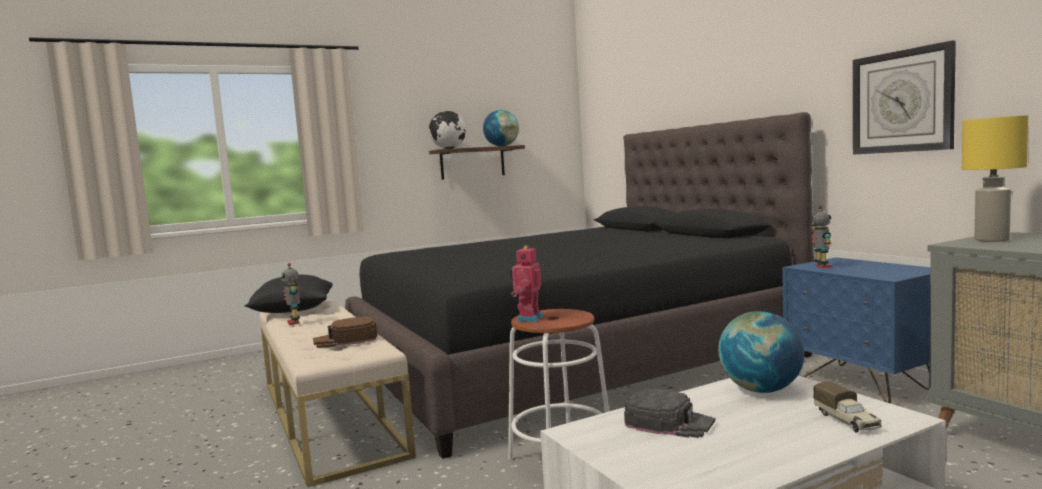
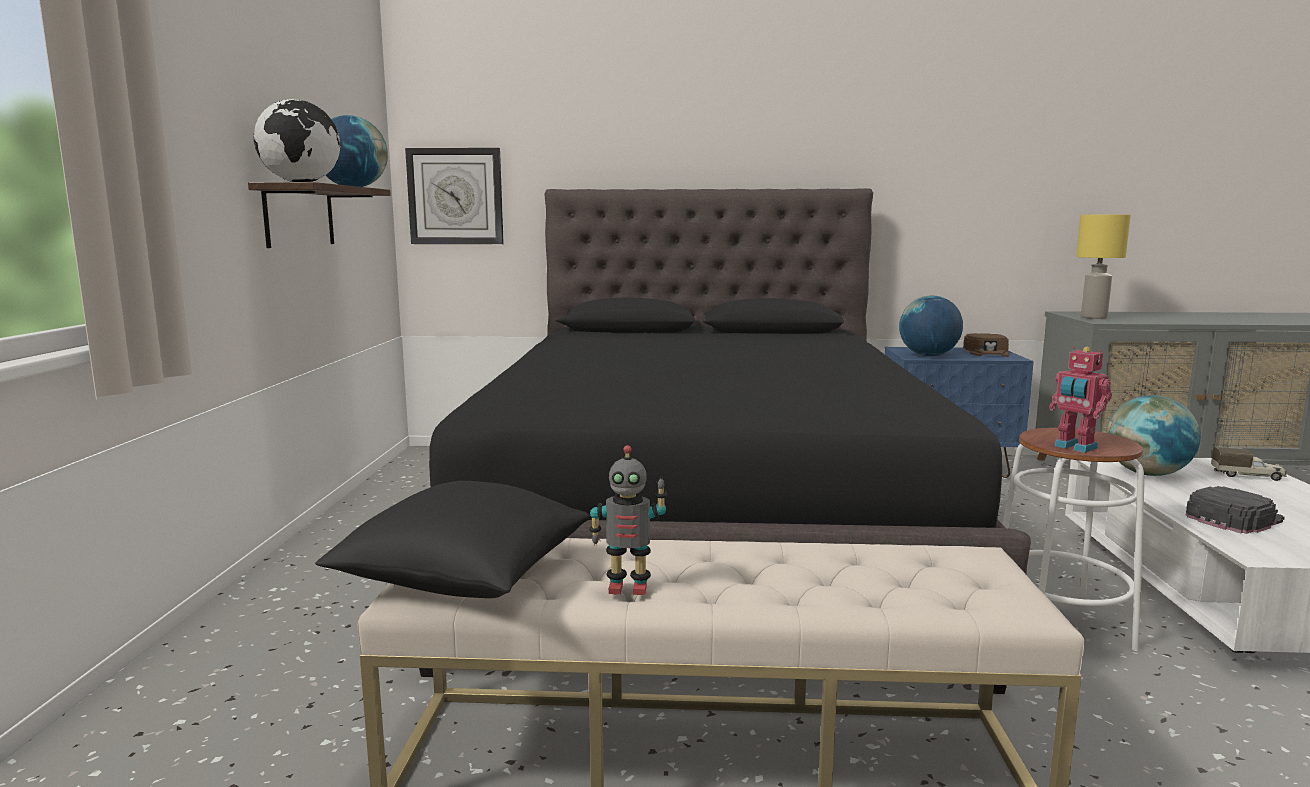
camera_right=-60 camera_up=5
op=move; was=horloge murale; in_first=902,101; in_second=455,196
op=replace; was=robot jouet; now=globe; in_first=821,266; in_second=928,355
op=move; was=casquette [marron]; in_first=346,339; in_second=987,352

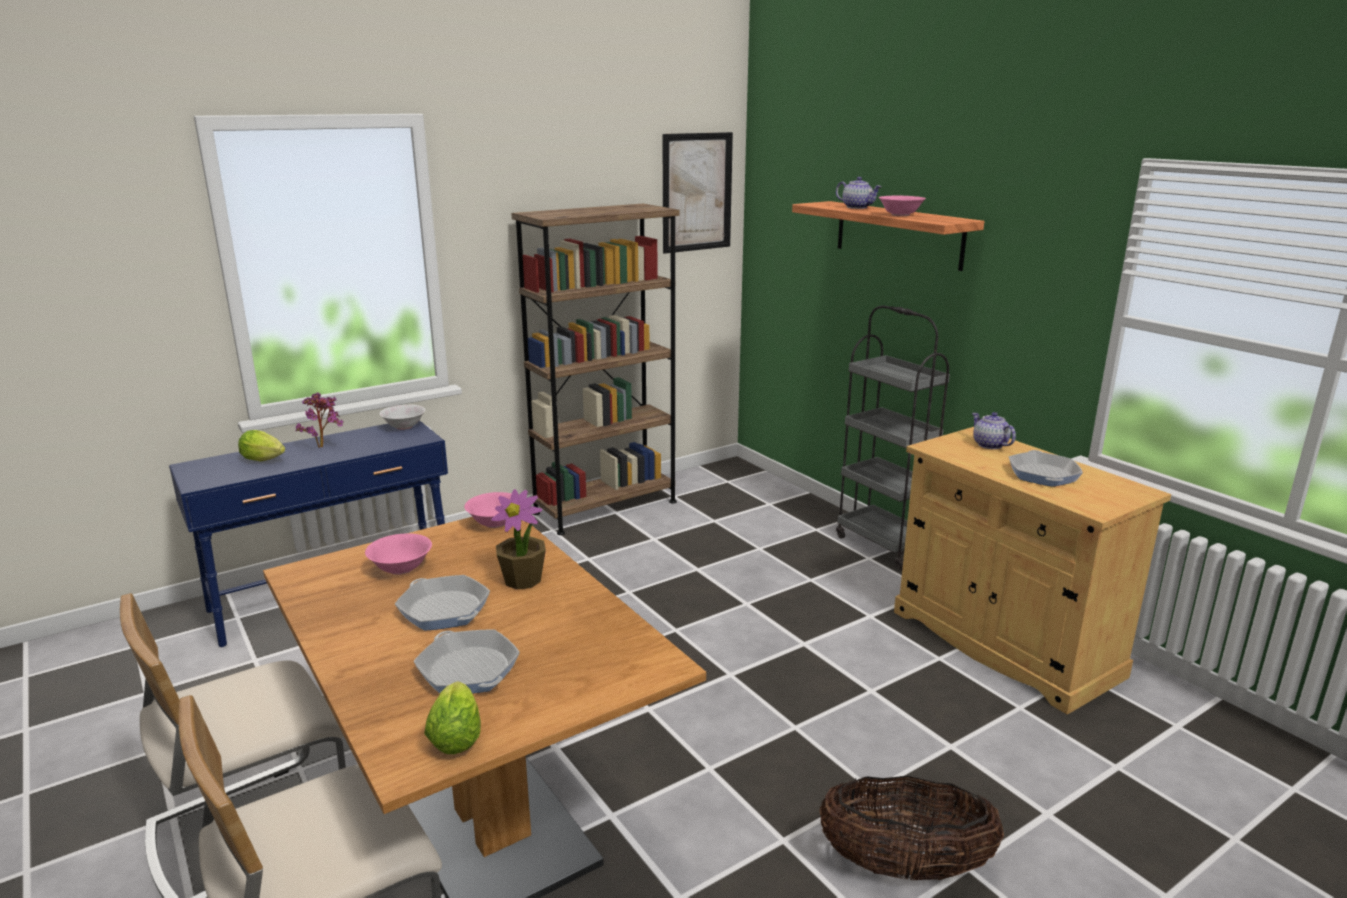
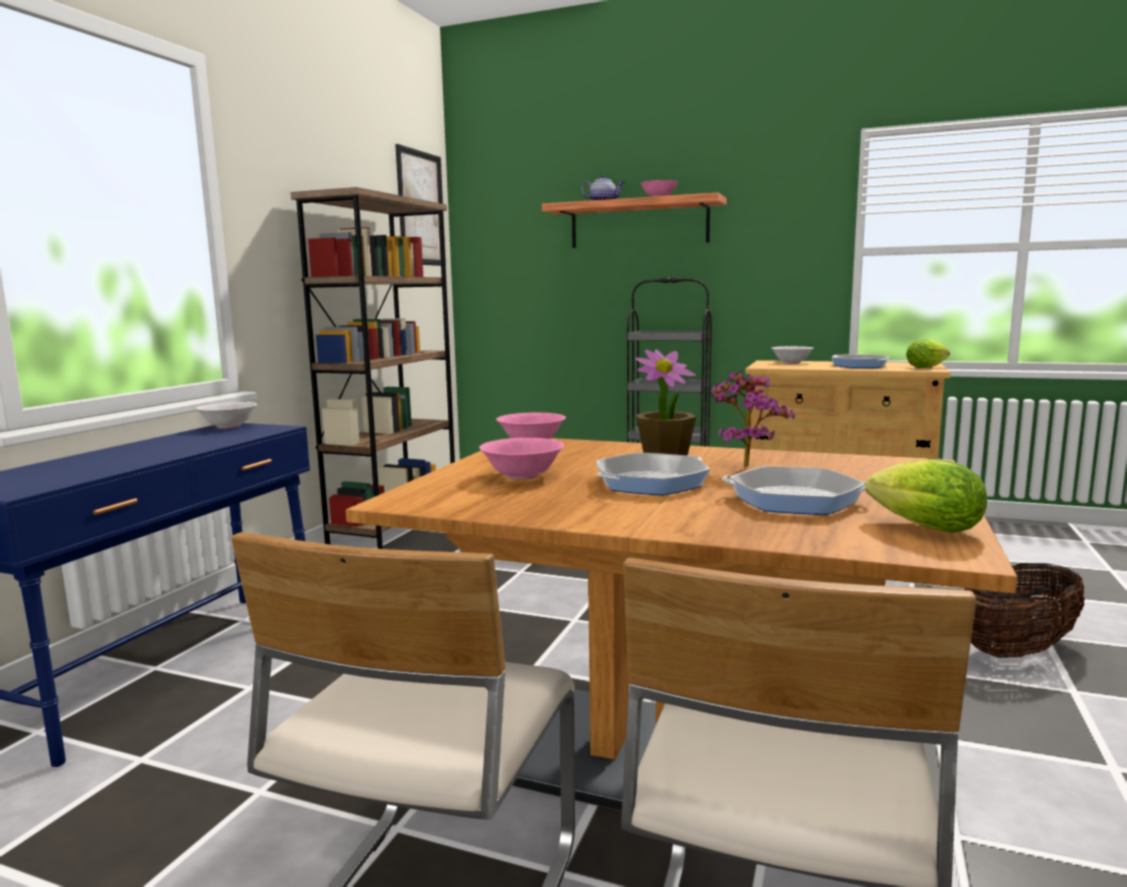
camera_right=-35 camera_up=-10
op=rotate; was=poêle; in_first=444,609; in_second=651,482; clockwise=-45
op=move; was=plante en pot; in_first=324,446; in_second=744,465
op=replace; was=théière; now=bol [blanc]; in_first=989,445; in_second=791,363
op=move; was=laitue; in_first=265,460; in_second=928,367

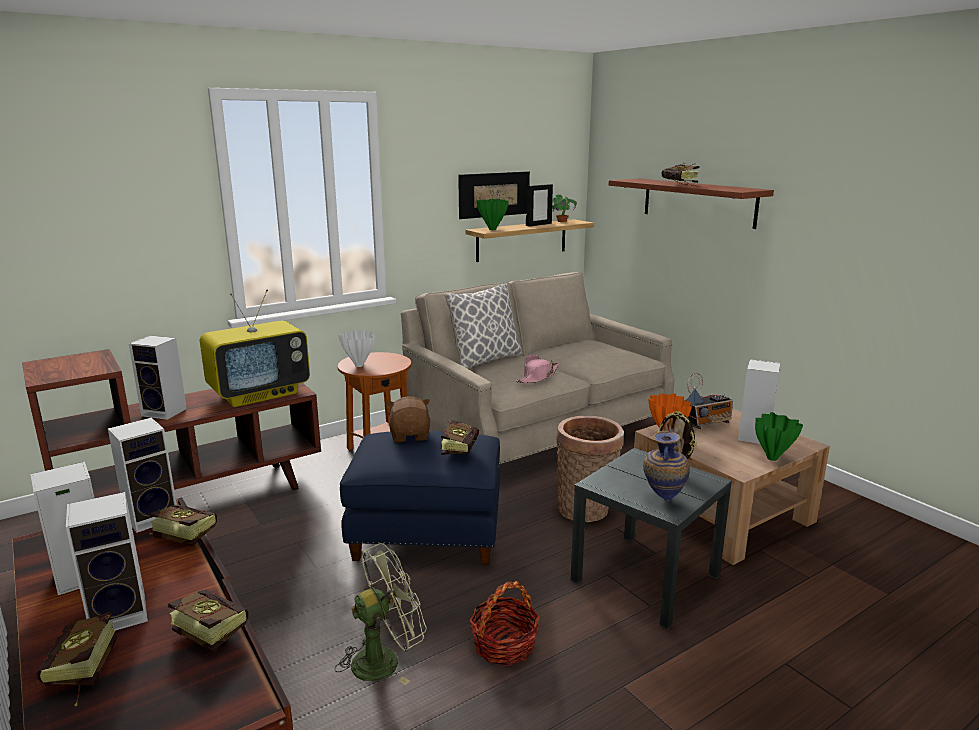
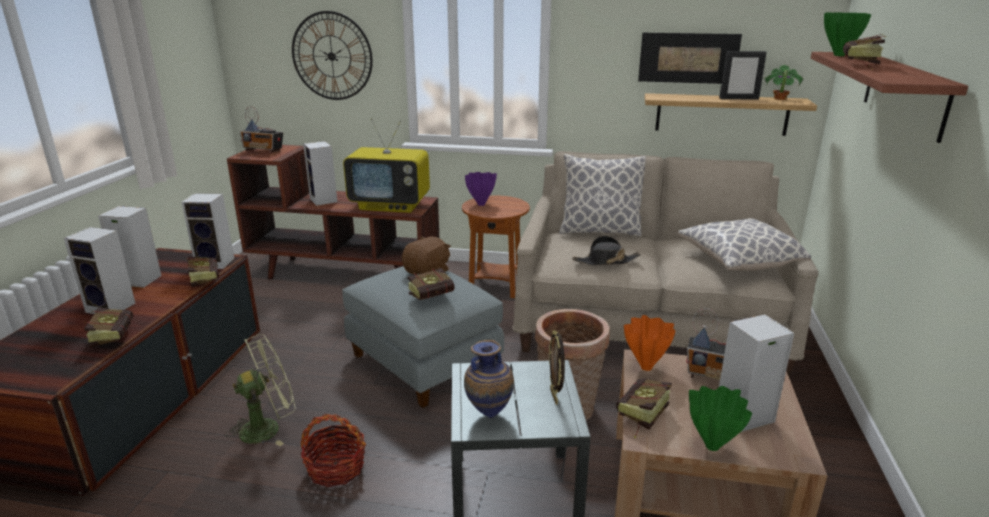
camera_right=45 camera_up=5
op=rotate; was=ventilateur [vert]; in_first=384,659; in_second=268,427; clockwise=-45
op=insert; now=radio; in_second=263,151
op=insert; now=horloge murale; in_second=332,56
op=recolor; was=pouf [bleu]; now=pouf [gris]; in_first=426,534; in_second=422,363
op=recolor; was=vase [blanc]; now=vase [violet]; in_first=358,366; in_second=480,204
op=recolor; was=chapeau [rose]; now=chapeau [noir]; in_first=537,377; in_second=605,261
op=move; was=livre; in_first=79,675; in_second=640,417
op=insert; now=coussin; in_second=738,262
op=move; was=vase [vert]; in_first=492,229; in_second=838,55

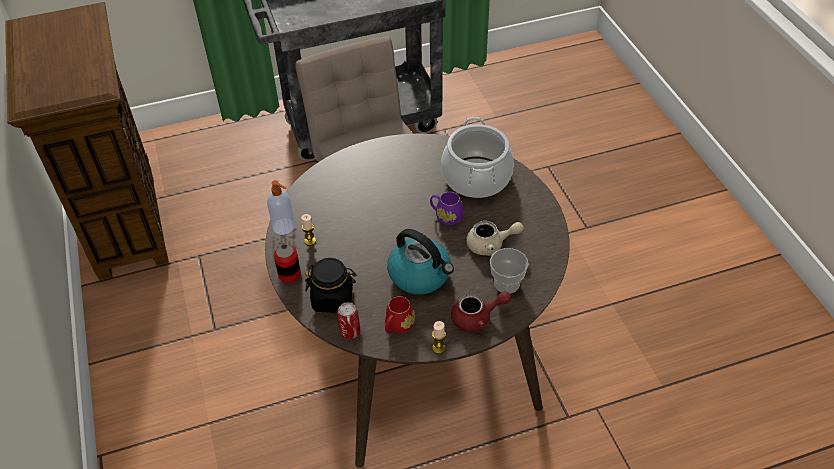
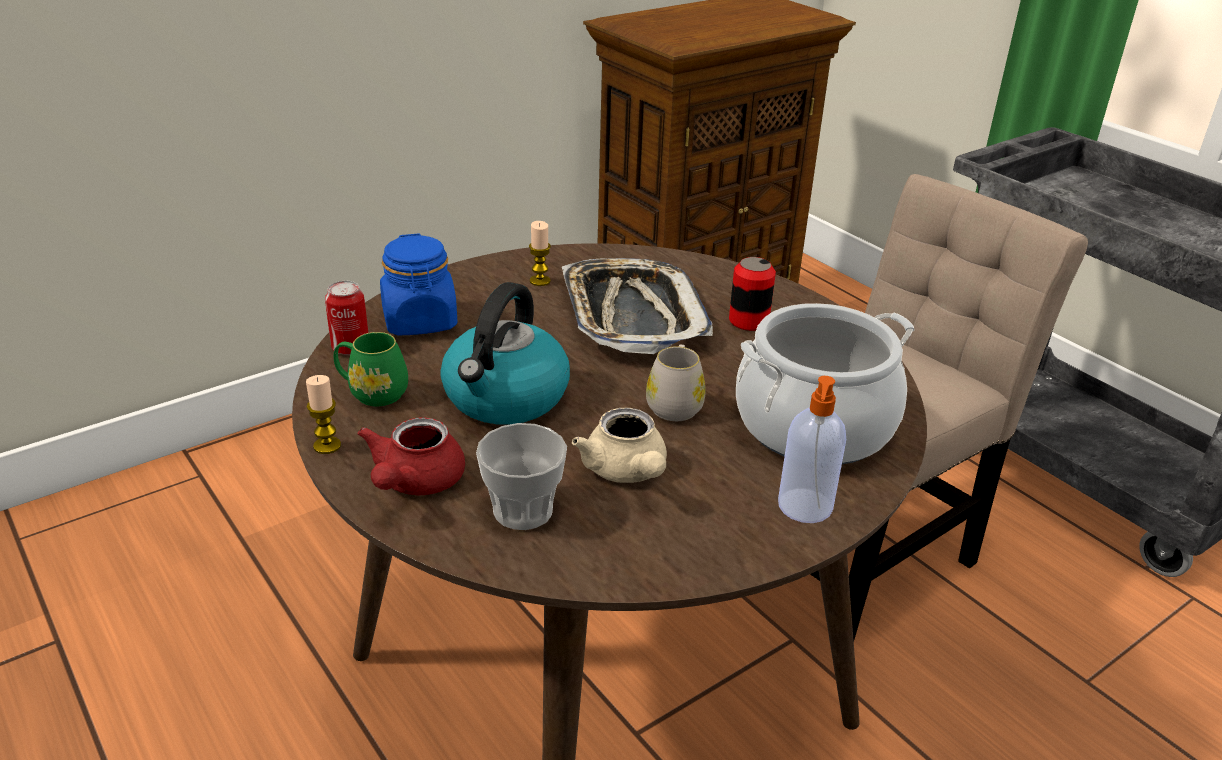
camera_right=70 camera_up=-15
op=recolor; was=mug [rouge]; now=mug [vert]; in_first=397,326; in_second=372,392
op=rotate; was=théière [rouge]; in_first=477,318; in_second=414,483; clockwise=45
op=recolor; was=bocal [noir]; now=bocal [bleu]; in_first=333,298; in_second=420,321
op=insert; now=plateau; in_second=632,315
op=recolor; was=mug [violet]; now=mug [blanc]; in_first=446,216; in_second=675,404
op=move; was=boîte métallique; in_first=289,274; in_second=748,321
op=move; was=distributeur de savon; in_first=284,227; in_second=804,507

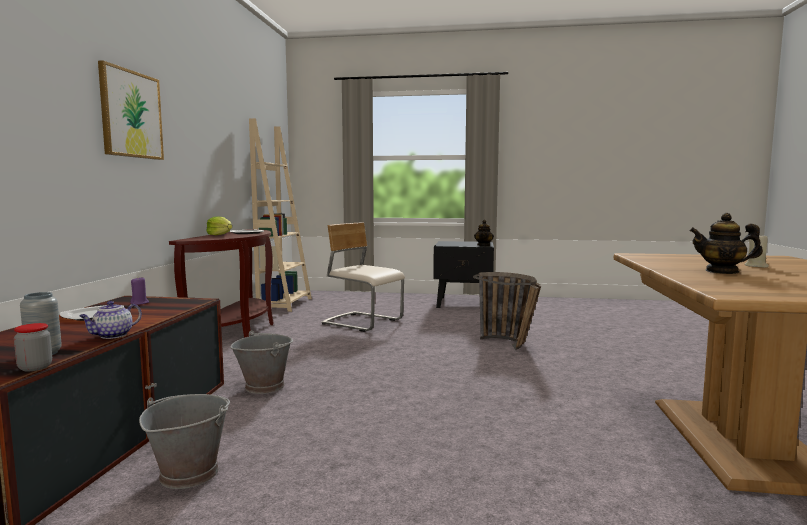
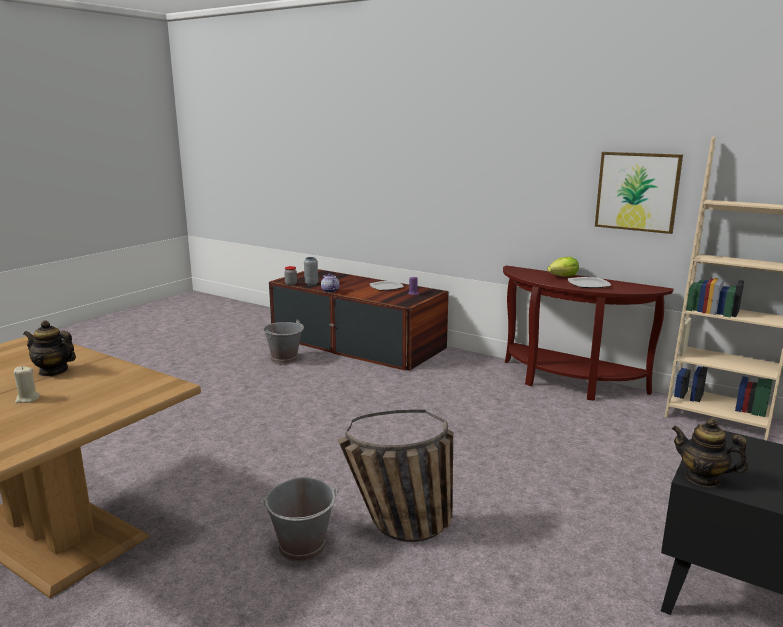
camera_right=115 camera_up=10
op=rotate; was=théière; in_first=722,271; in_second=53,371; clockwise=-120
op=move; was=seau [gris]; in_first=264,386; in_second=303,547
op=move; was=tableau; in_first=131,114; in_second=637,191
op=delete; was=chaise [beige]; in_first=363,322

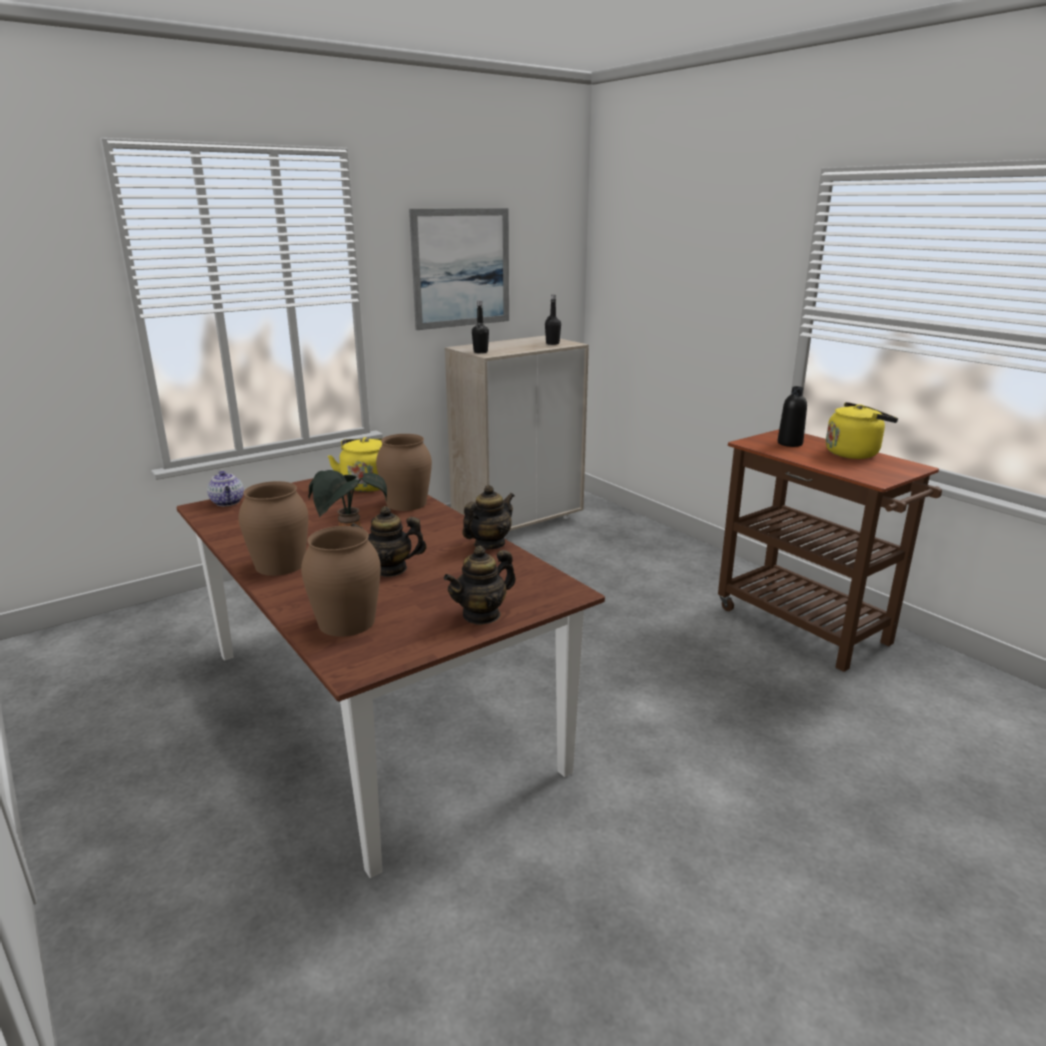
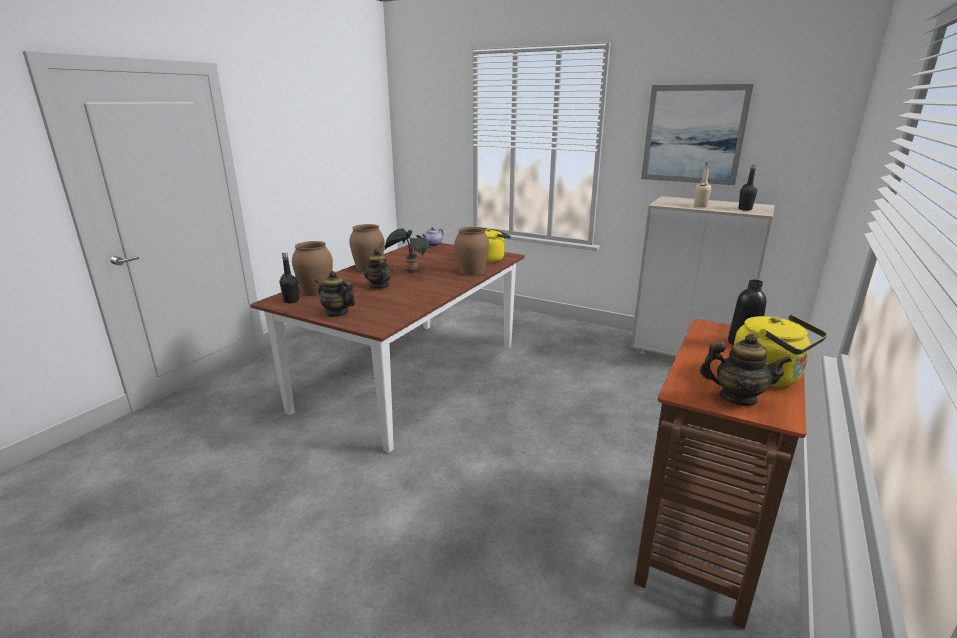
camera_right=65 camera_up=0
op=move; was=bouteille [noir]; in_first=480,352; in_second=291,301
op=insert; now=bouteille [beige]; in_second=700,206
op=move; was=théière; in_first=489,544; in_second=737,398

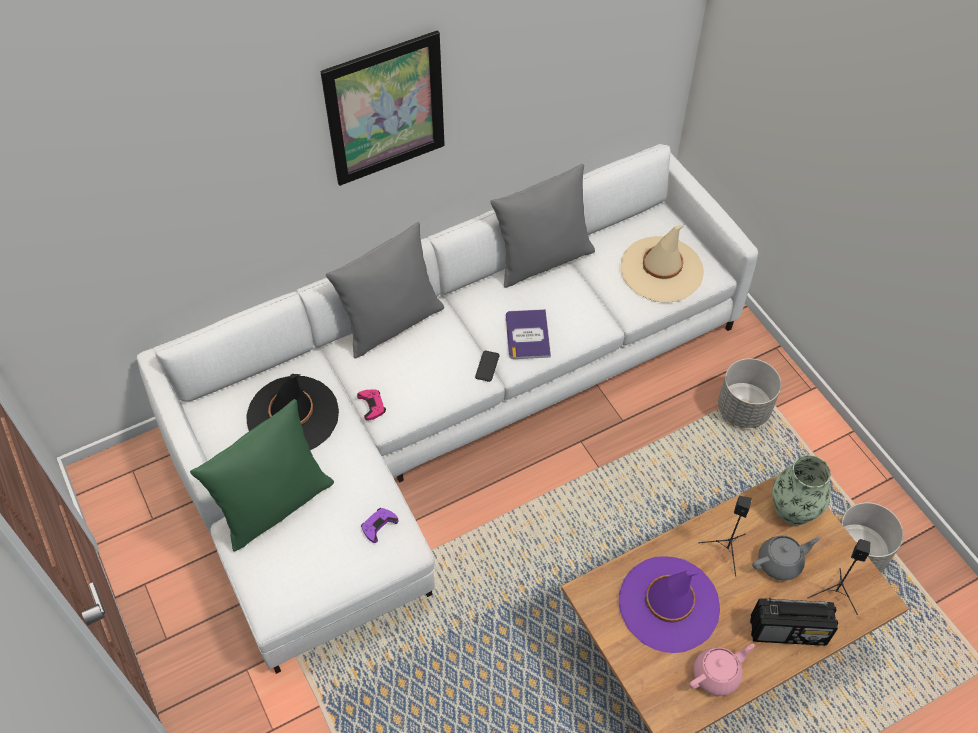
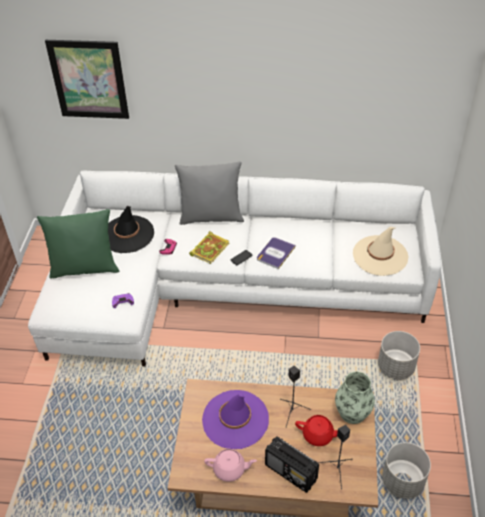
camera_right=35 camera_up=-10
op=move; was=tableau; in_first=385,109; in_second=89,79
op=insert; now=livre; in_second=210,248
op=recolor; was=théière [gris]; now=théière [rouge]; in_first=780,562; in_second=318,435
op=delete; was=coussin [gris]; in_first=542,260

